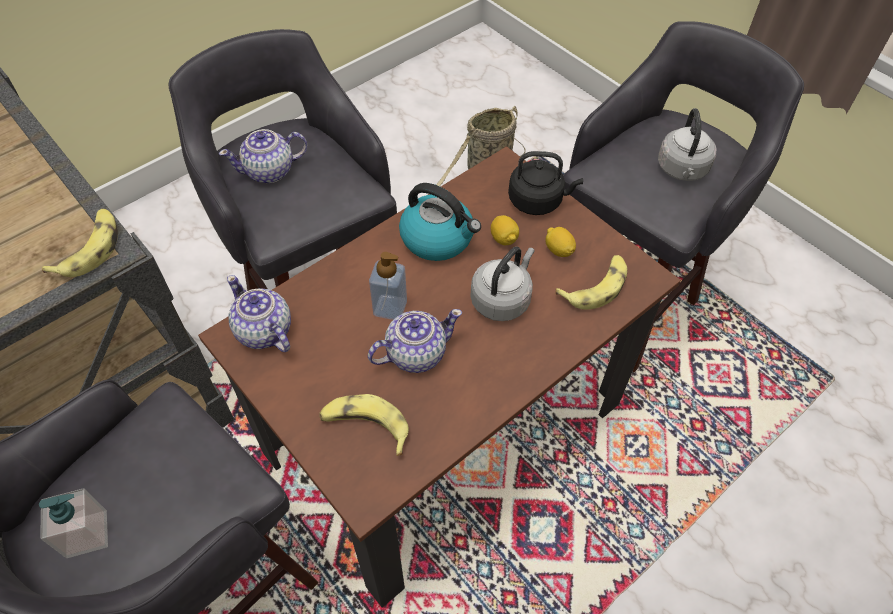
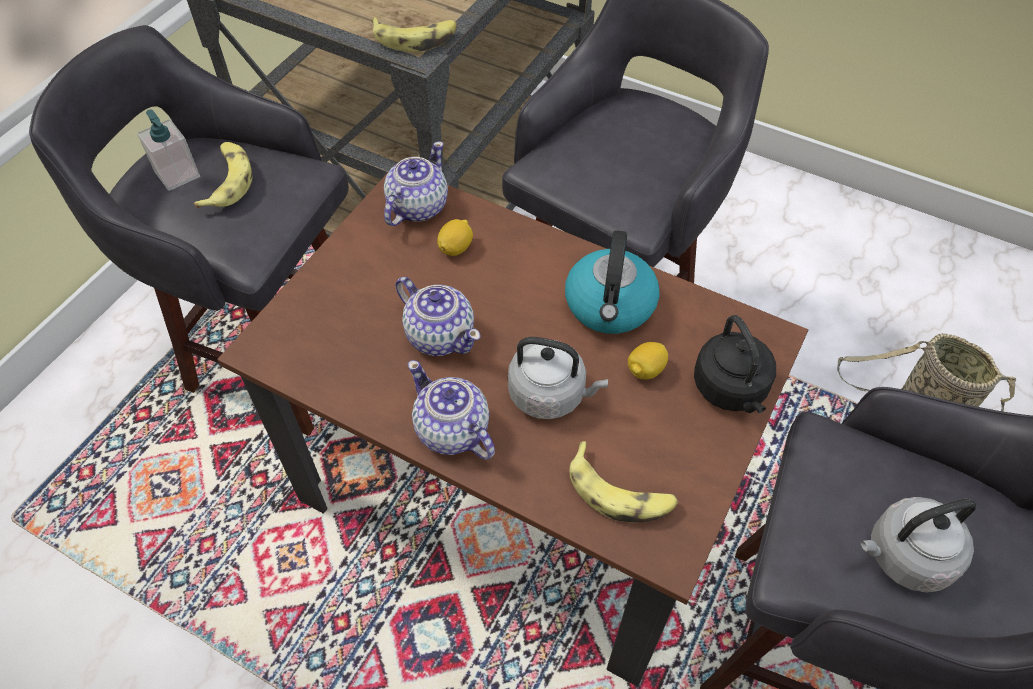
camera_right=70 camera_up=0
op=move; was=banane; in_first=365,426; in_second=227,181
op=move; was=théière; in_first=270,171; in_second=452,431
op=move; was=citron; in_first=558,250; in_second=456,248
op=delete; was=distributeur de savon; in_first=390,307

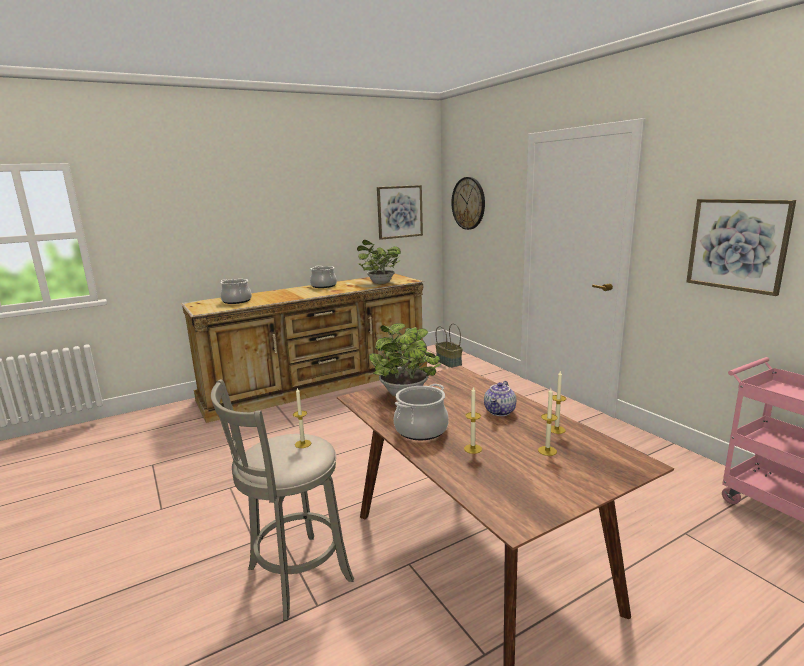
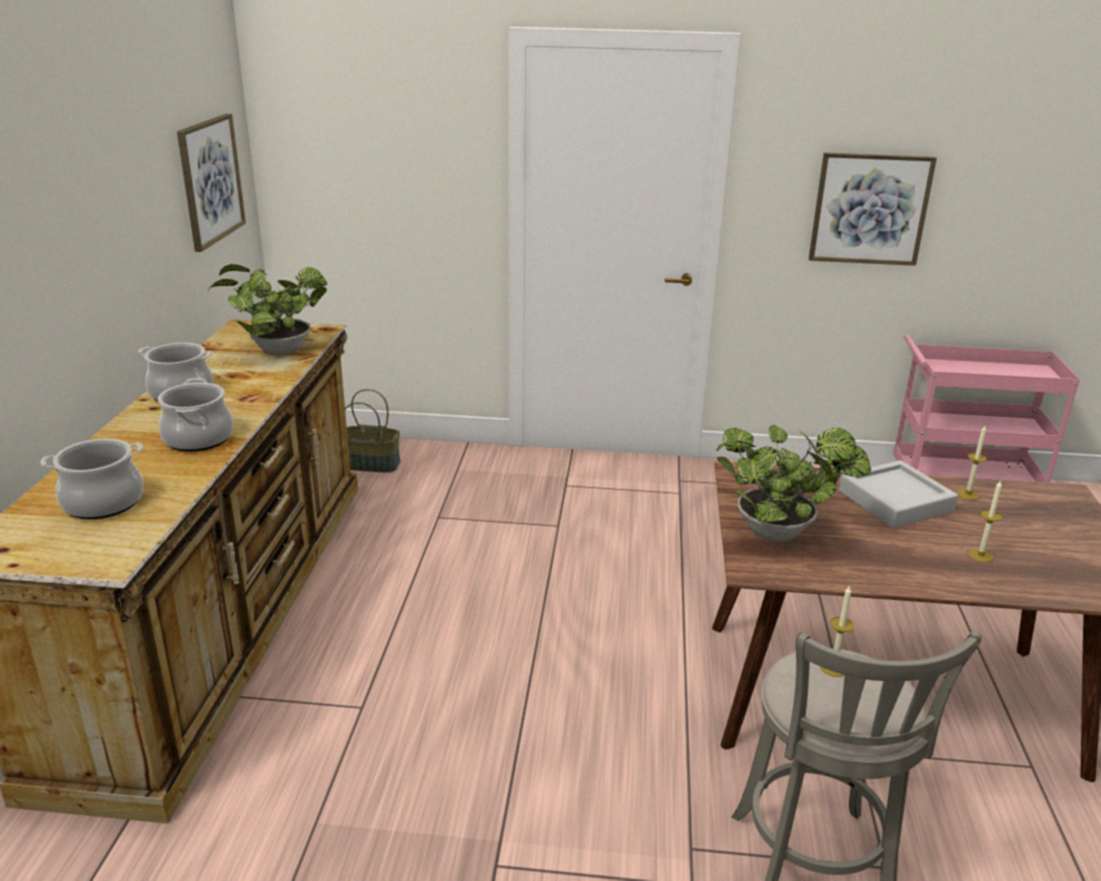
camera_right=-55 camera_up=10
op=move; was=marmite; in_first=421,429; in_second=198,439
op=replace; was=théière; now=plateau [gris]; in_first=500,412; in_second=895,501
op=delete; was=horloge murale; in_first=468,203
op=delete; was=bougie; in_first=547,451

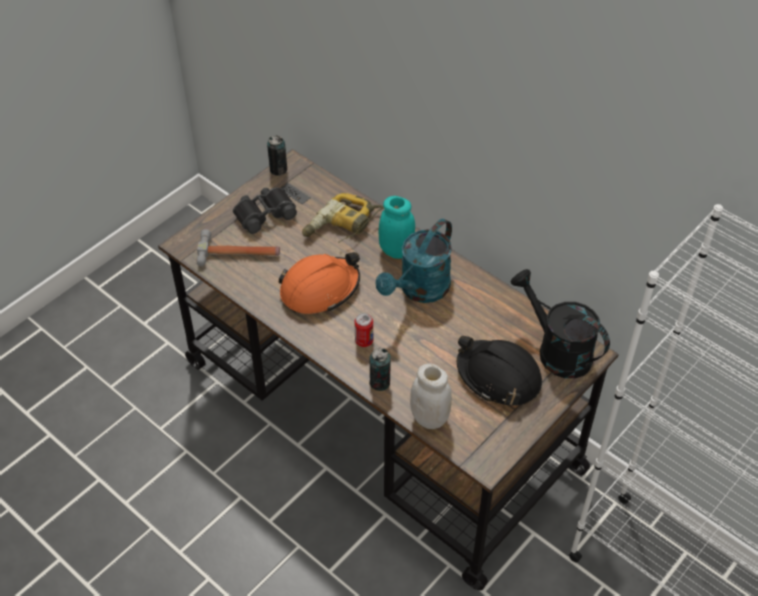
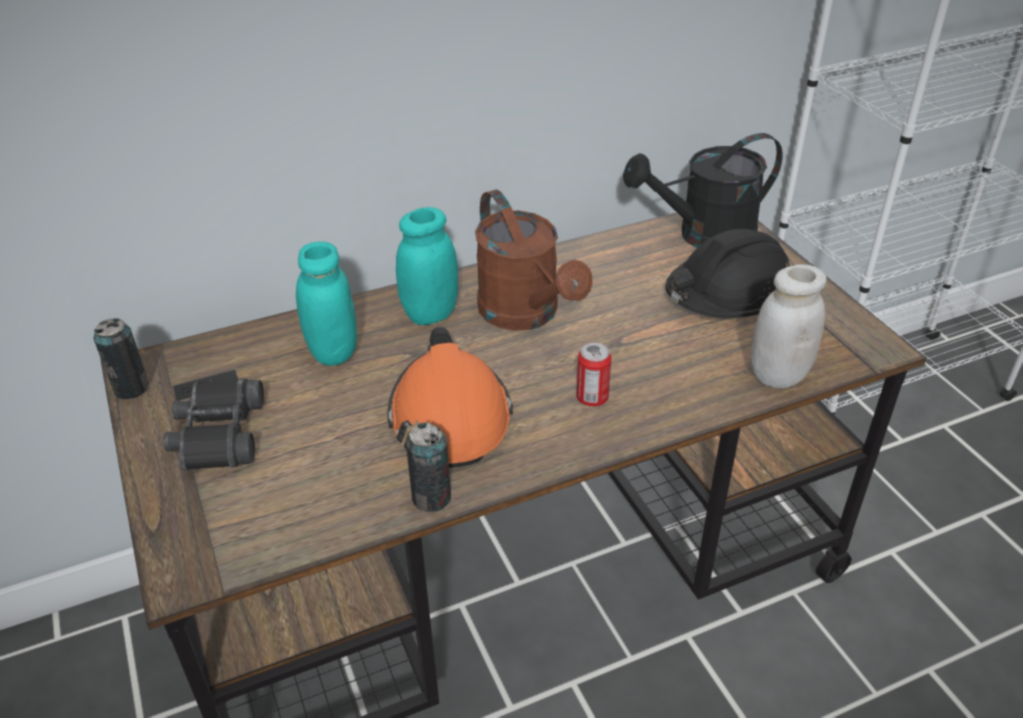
camera_right=-65 camera_up=-10
op=replace; was=perceuse; now=bocal [turquoise]; in_first=343,226; in_second=333,352
op=move; was=boîte métallique; in_first=379,383; in_second=431,498
op=recolor; was=arrosoir [turquoise]; now=arrosoir [marron]; in_first=419,290; in_second=526,315
op=delete; was=marteau; in_first=239,253

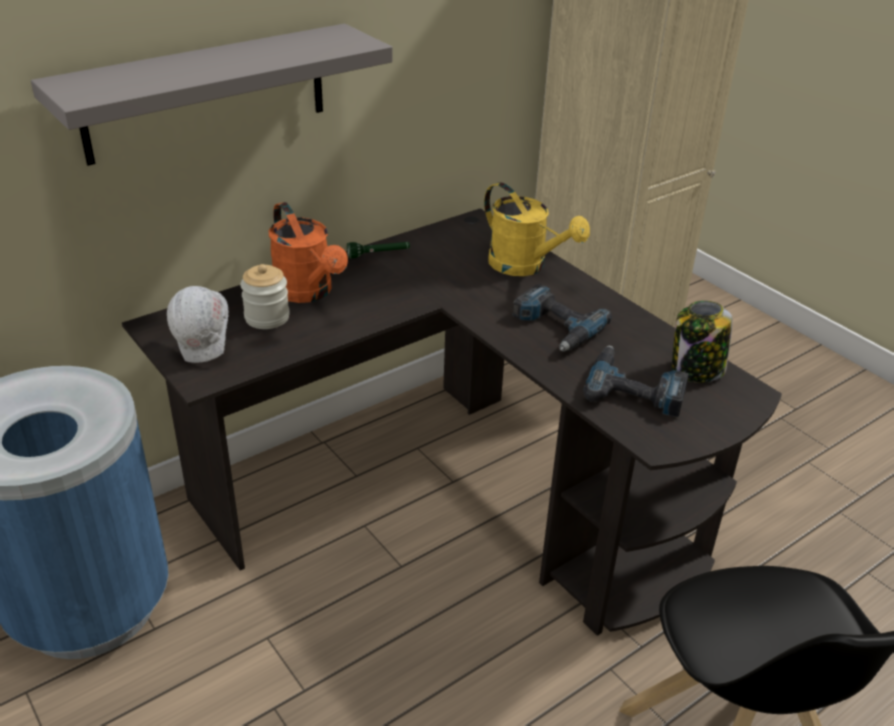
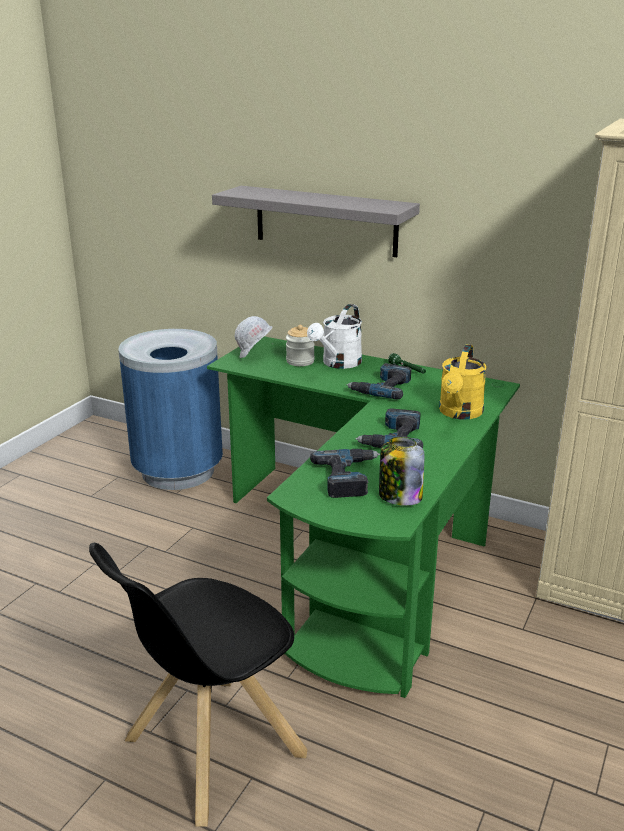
camera_right=65 camera_up=-10
op=recolor; was=bureau [noir]; now=bureau [vert]; in_first=452,491; in_second=365,553
op=recolor; was=arrosoir [orange]; now=arrosoir [blanc]; in_first=308,293; in_second=338,364
op=insert; now=perceuse; in_second=382,388

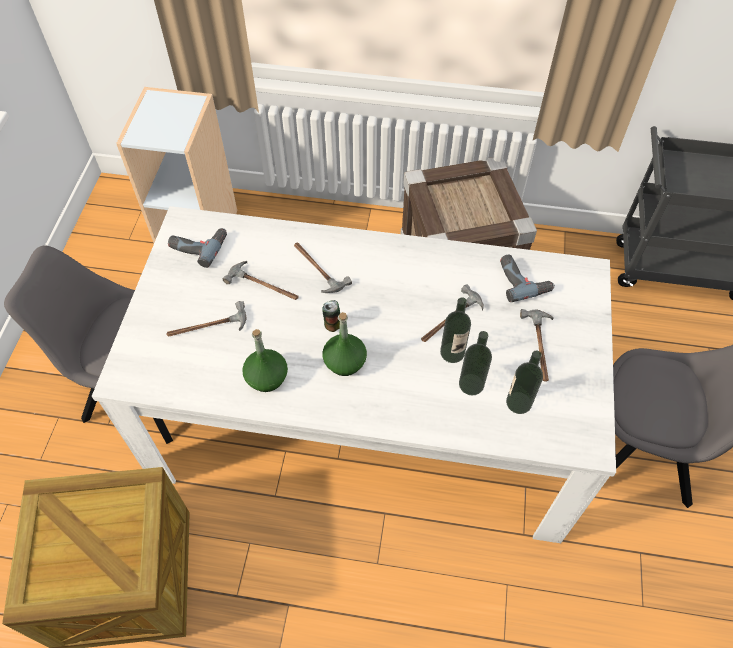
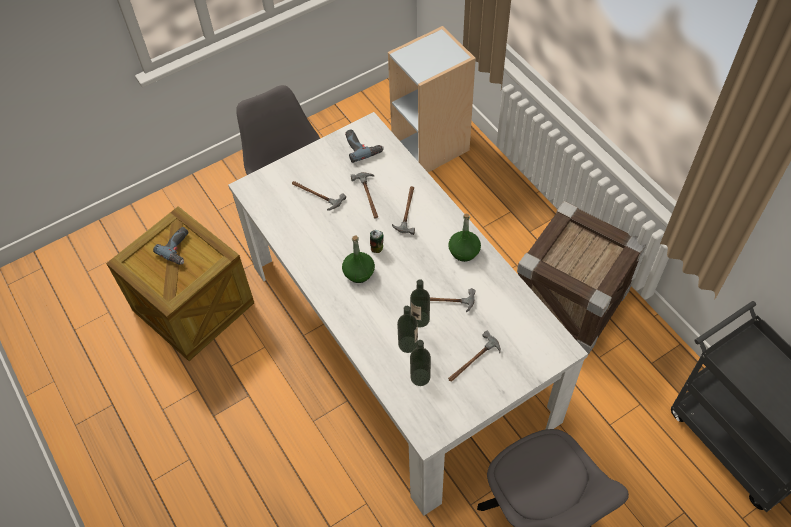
camera_right=50 camera_up=0
op=move; was=perceuse; in_first=522,280; in_second=179,248
op=move; was=bouteille [vert]; in_first=266,377; in_second=464,251

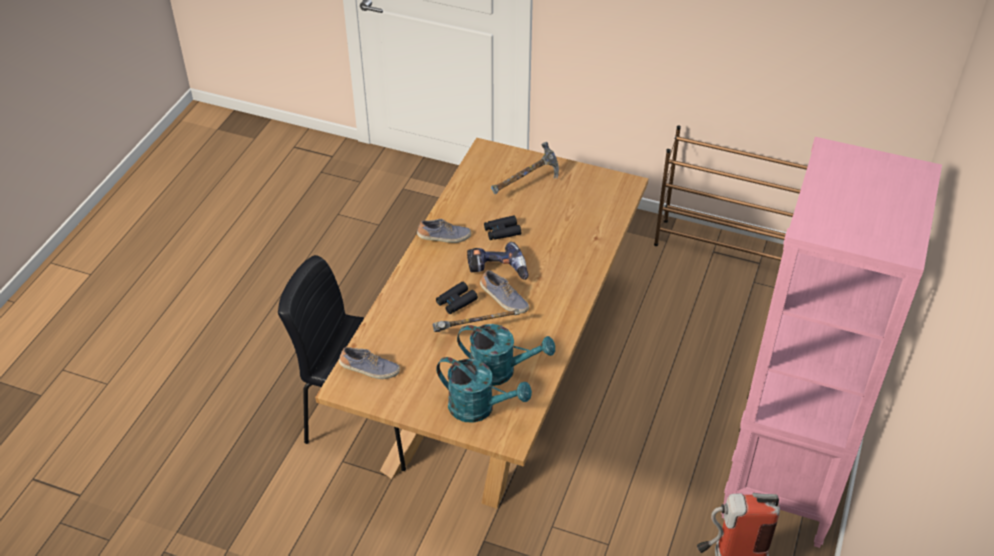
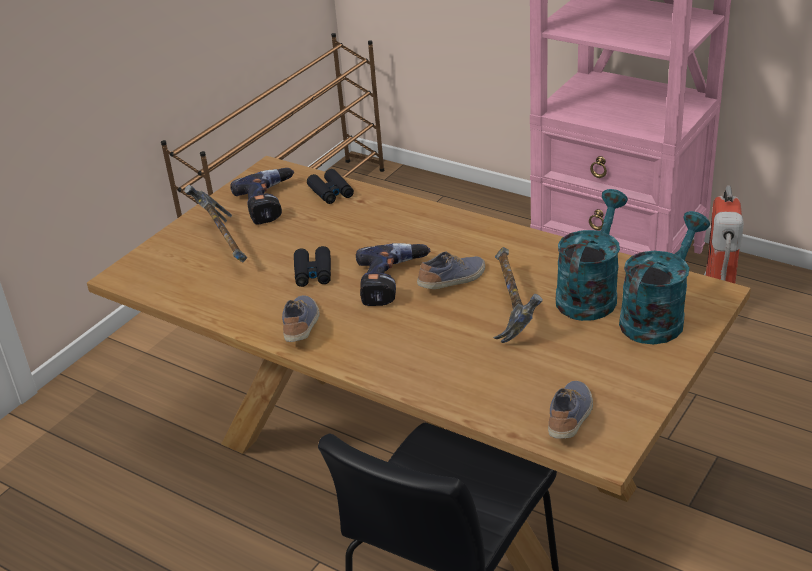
camera_right=-75 camera_up=-10
op=insert; now=perceuse; in_second=270,204
op=move; was=jumelles [noir]; in_first=456,302; in_second=331,192

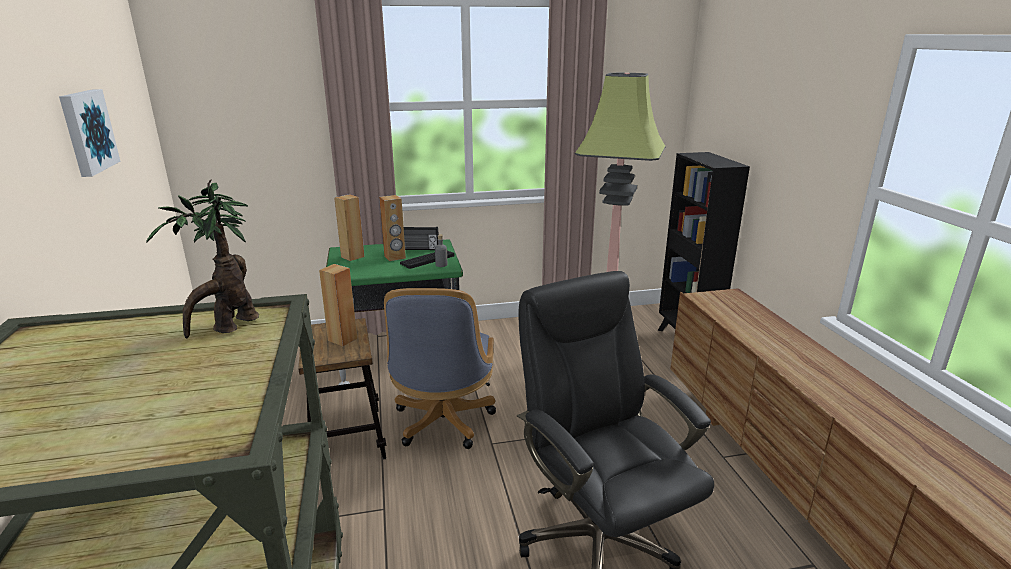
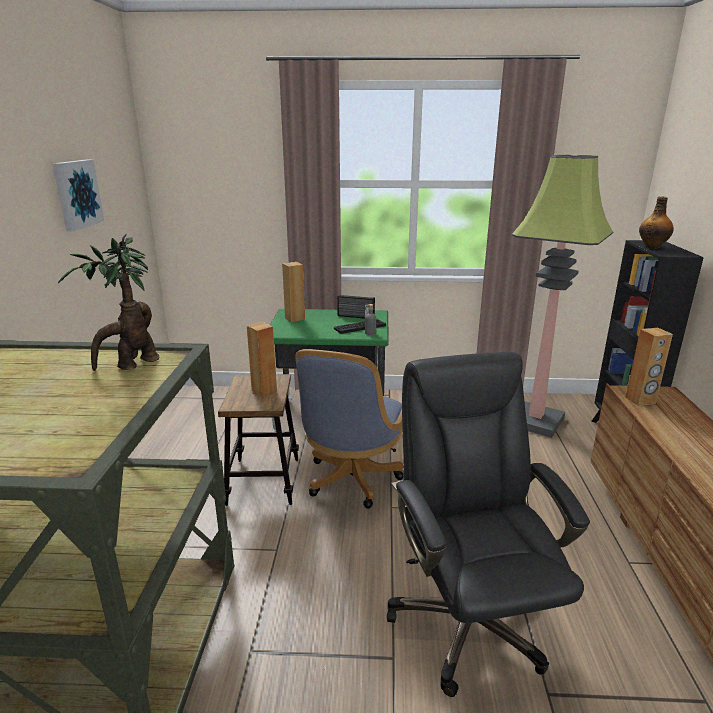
camera_right=15 camera_up=0
op=move; was=enceinte [marron]; in_first=395,257; in_second=640,400
op=insert; now=bouteille; in_second=652,247

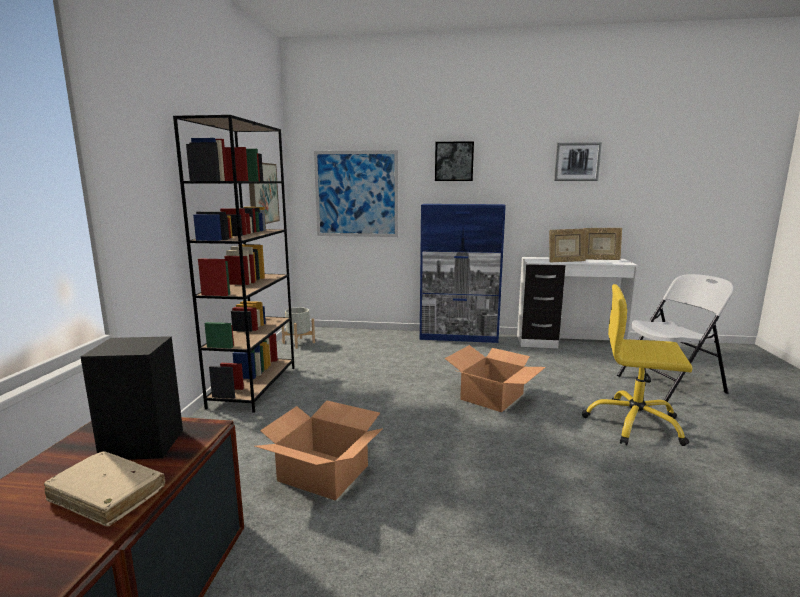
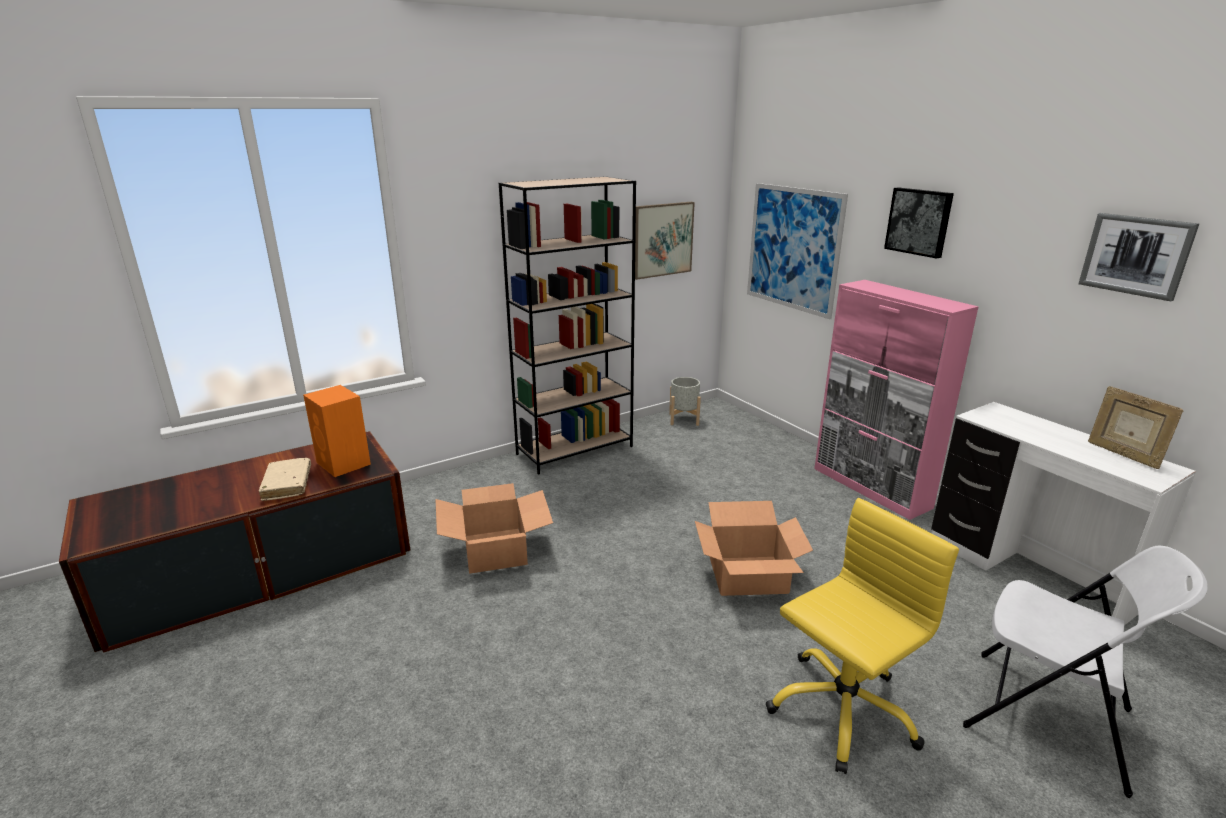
camera_right=50 camera_up=10
op=recolor; was=enceinte [noir]; now=enceinte [orange]; in_first=145,444; in_second=344,464
op=rotate; was=chaise de bureau [jaune]; in_first=634,424; in_second=841,709; clockwise=75
op=recolor; was=meuble de rangement [bleu]; now=meuble de rangement [rose]; in_first=459,337; in_second=871,488
op=delete; was=cadre photo; in_first=566,262

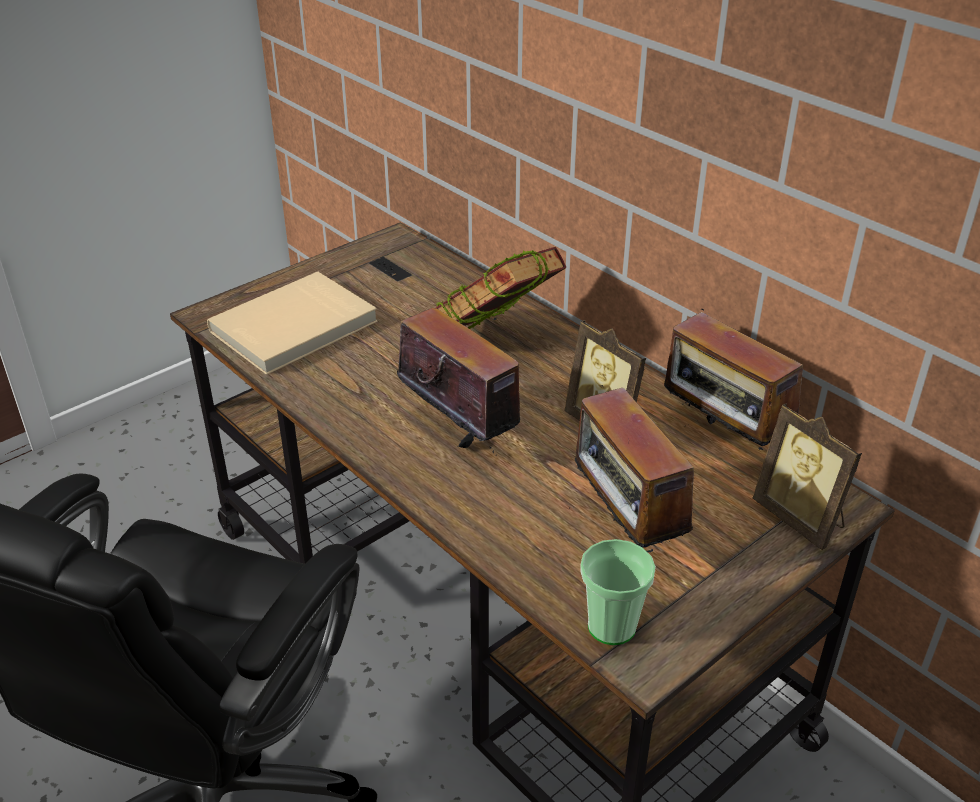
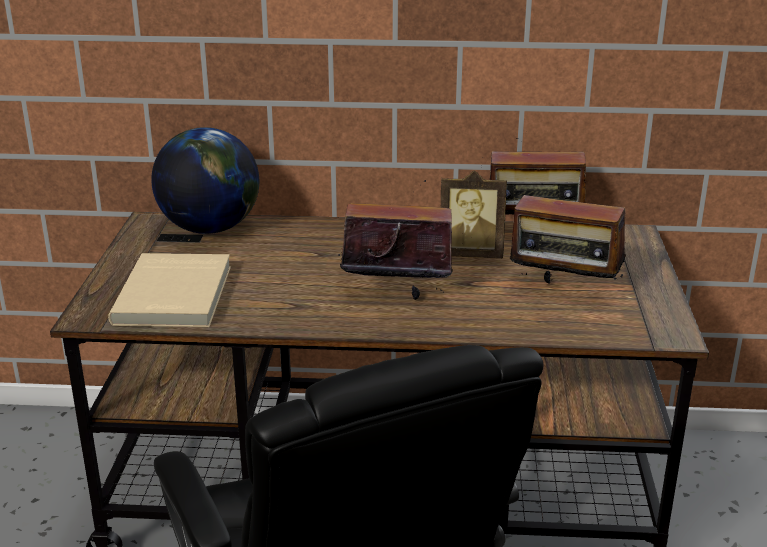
camera_right=-45 camera_up=-10
op=insert; now=globe; in_second=210,228
op=delete; was=livre; in_first=494,342
op=delete; was=tasse; in_first=611,626
op=delete; was=cadre photo; in_first=801,519

